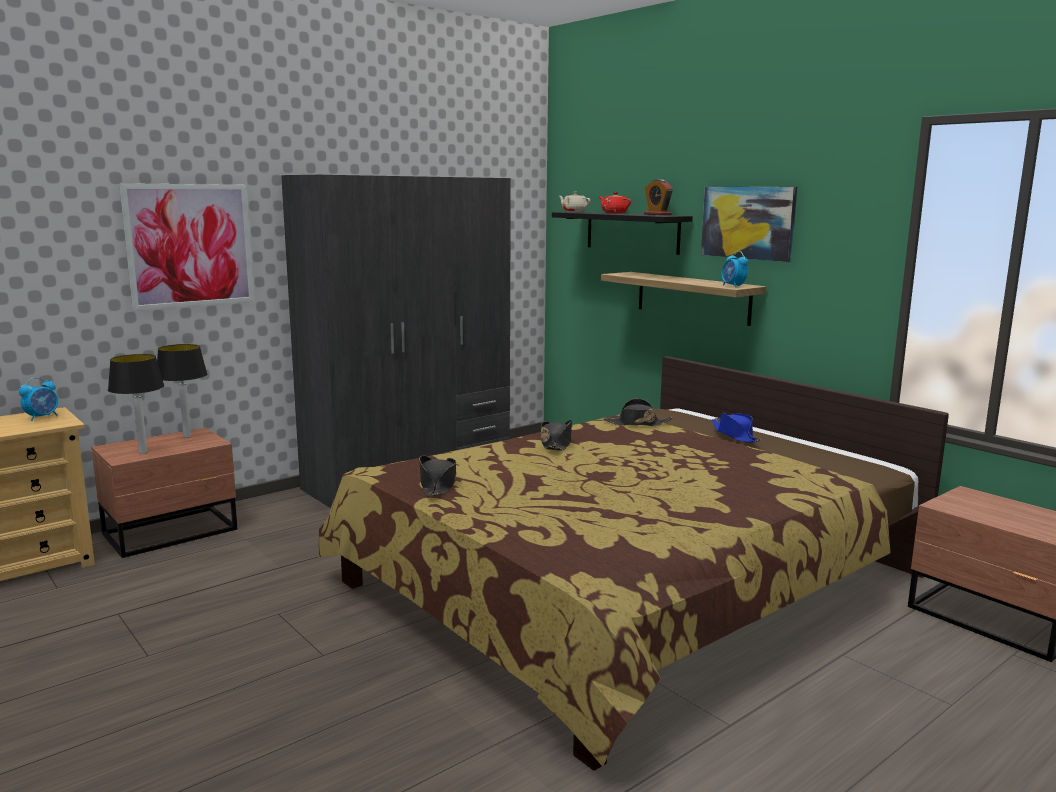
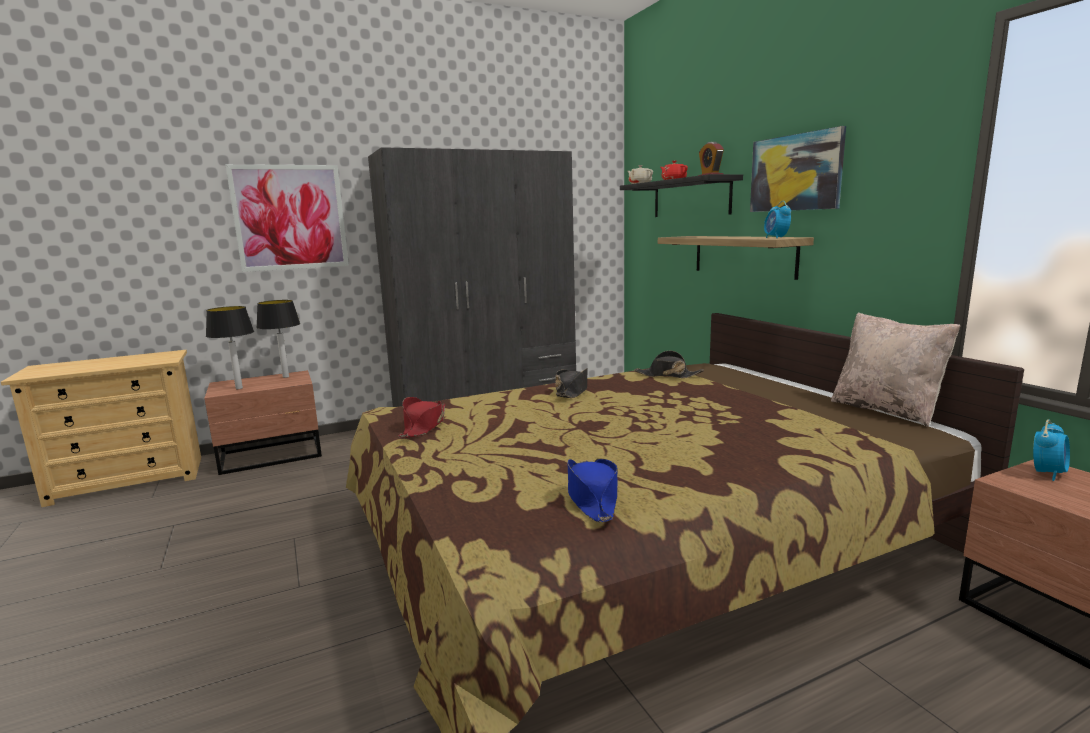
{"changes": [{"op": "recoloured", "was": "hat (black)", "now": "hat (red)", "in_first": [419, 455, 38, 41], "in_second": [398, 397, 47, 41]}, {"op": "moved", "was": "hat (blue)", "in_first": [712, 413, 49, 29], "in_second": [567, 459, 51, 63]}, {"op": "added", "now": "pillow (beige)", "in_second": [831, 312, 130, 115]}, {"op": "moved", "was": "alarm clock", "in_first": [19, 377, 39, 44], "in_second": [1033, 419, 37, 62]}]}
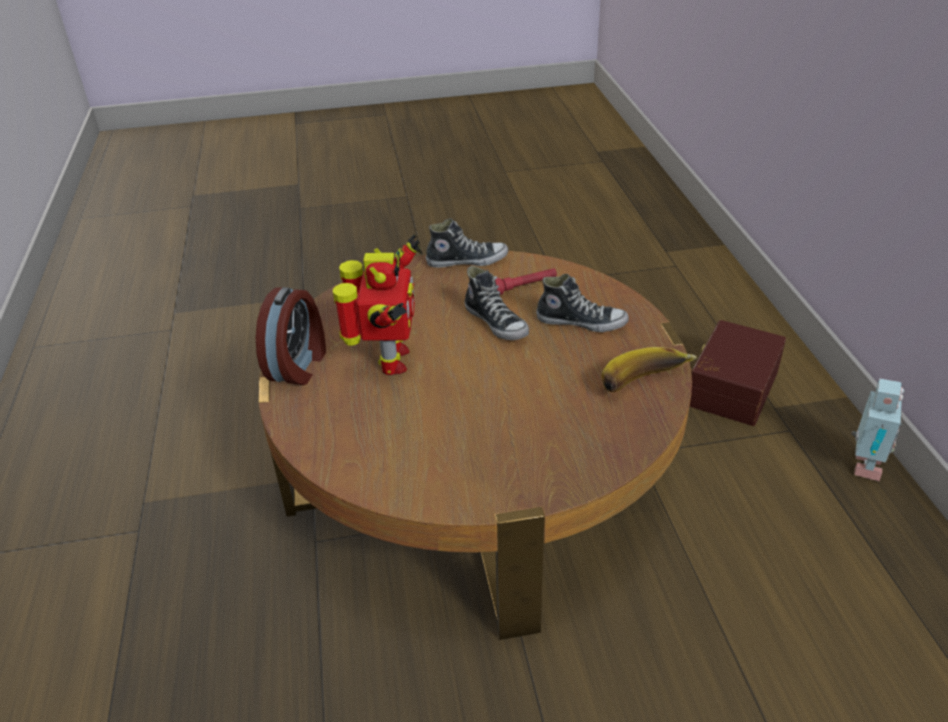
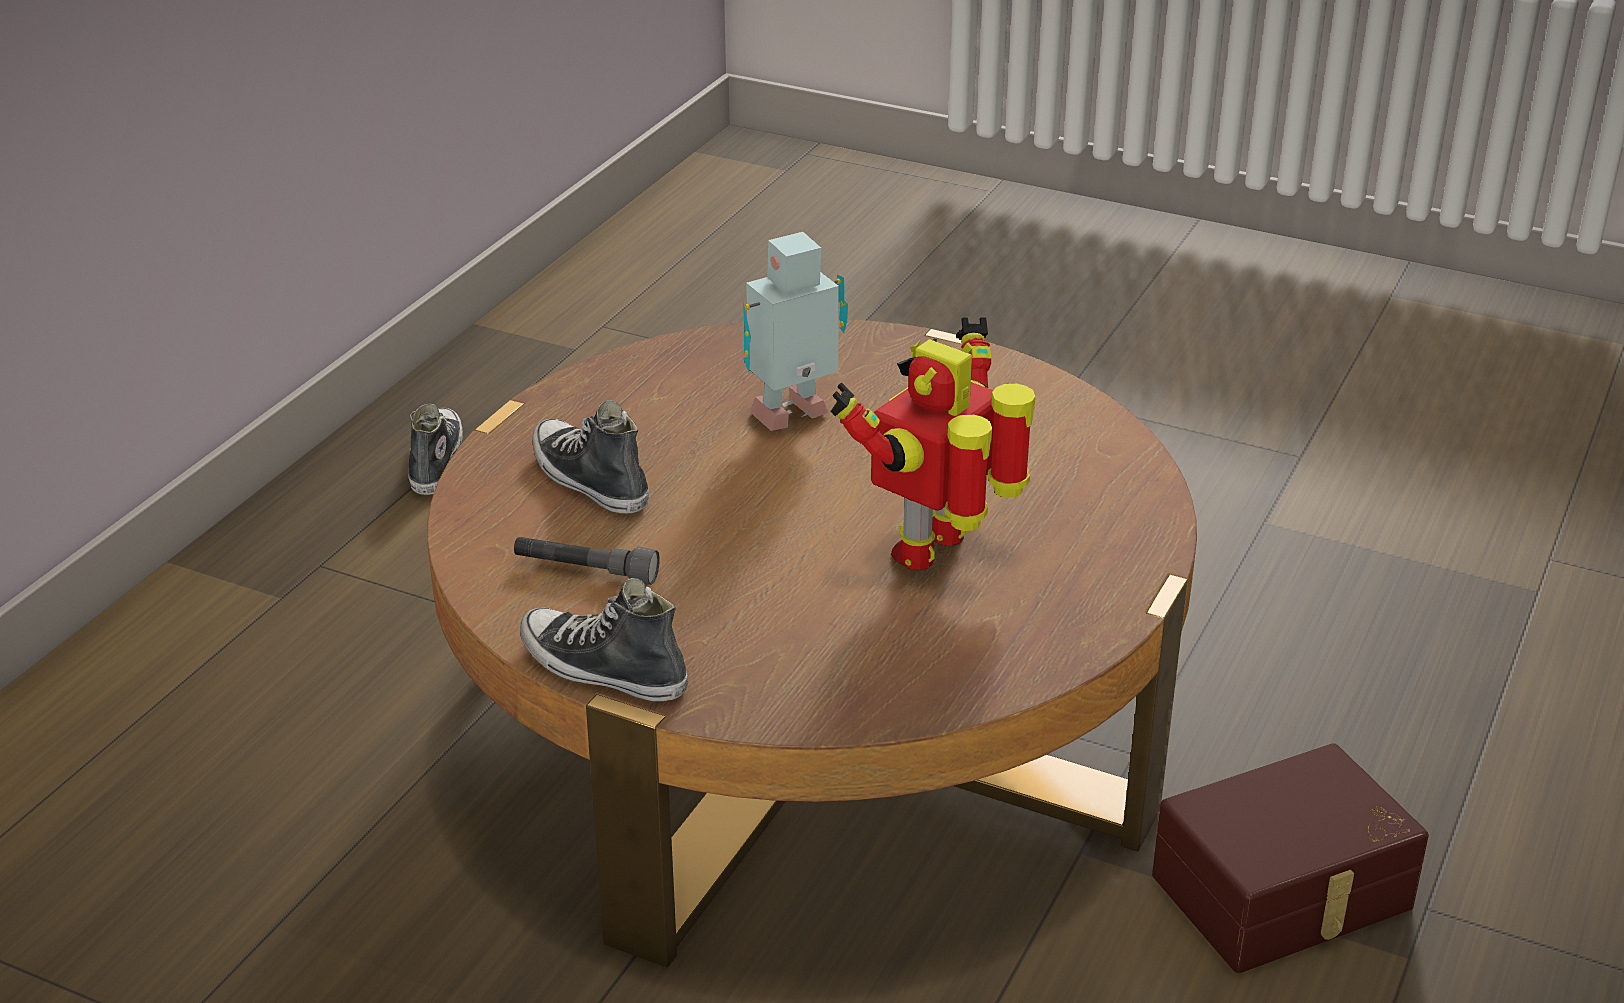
{"changes": [{"op": "moved", "was": "shoe", "in_first": [465, 266, 64, 74], "in_second": [408, 403, 55, 92]}, {"op": "recoloured", "was": "flashlight (red)", "now": "flashlight (grey)", "in_first": [495, 268, 62, 27], "in_second": [514, 537, 146, 48]}, {"op": "moved", "was": "toy robot", "in_first": [851, 378, 54, 103], "in_second": [743, 232, 105, 199]}, {"op": "moved", "was": "storage box (brown)", "in_first": [689, 320, 97, 106], "in_second": [1152, 743, 277, 230]}, {"op": "removed", "was": "alarm clock", "in_first": [256, 287, 70, 98]}, {"op": "removed", "was": "banana", "in_first": [602, 347, 96, 45]}]}
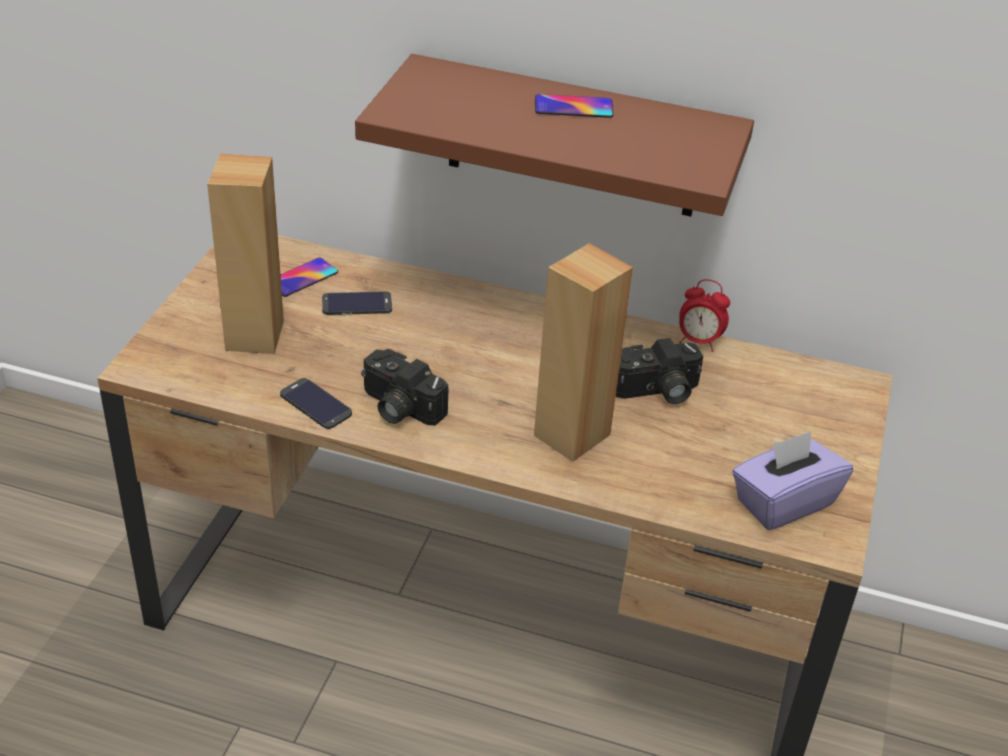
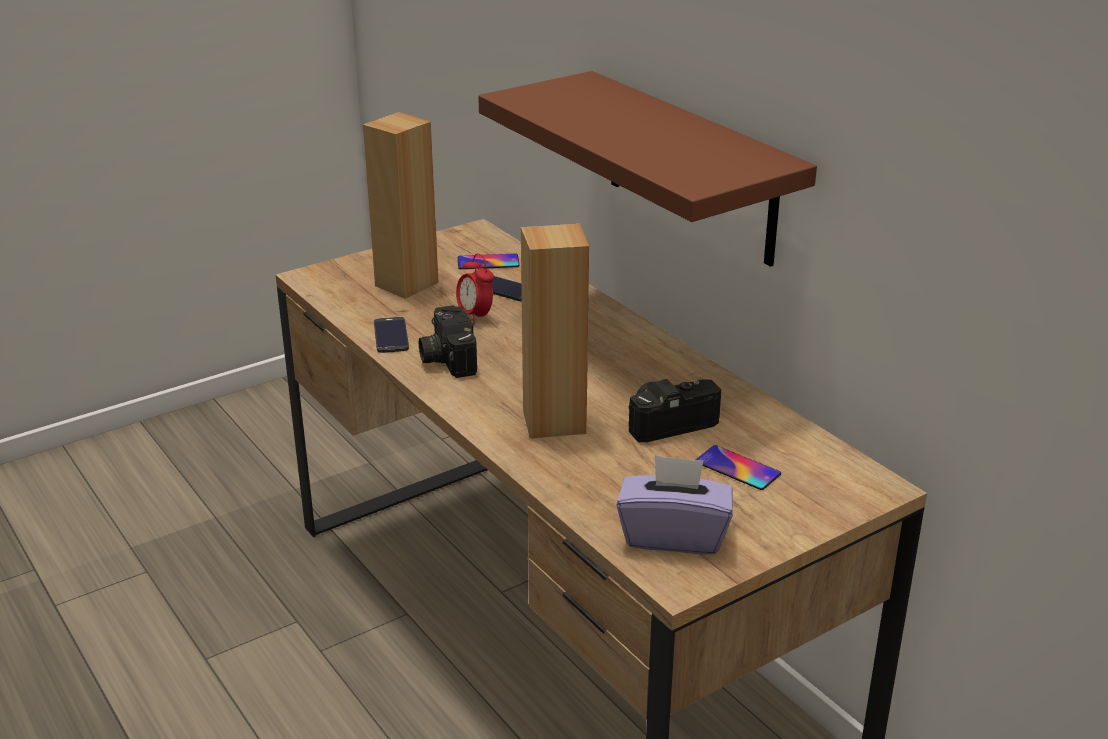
{"changes": [{"op": "moved", "was": "alarm clock", "in_first": [679, 279, 51, 73], "in_second": [456, 253, 38, 71]}, {"op": "turned", "was": "photo camera", "in_first": [616, 338, 87, 66], "in_second": [629, 379, 92, 63], "clockwise": 135}, {"op": "moved", "was": "phone", "in_first": [535, 94, 78, 24], "in_second": [695, 445, 86, 45]}]}
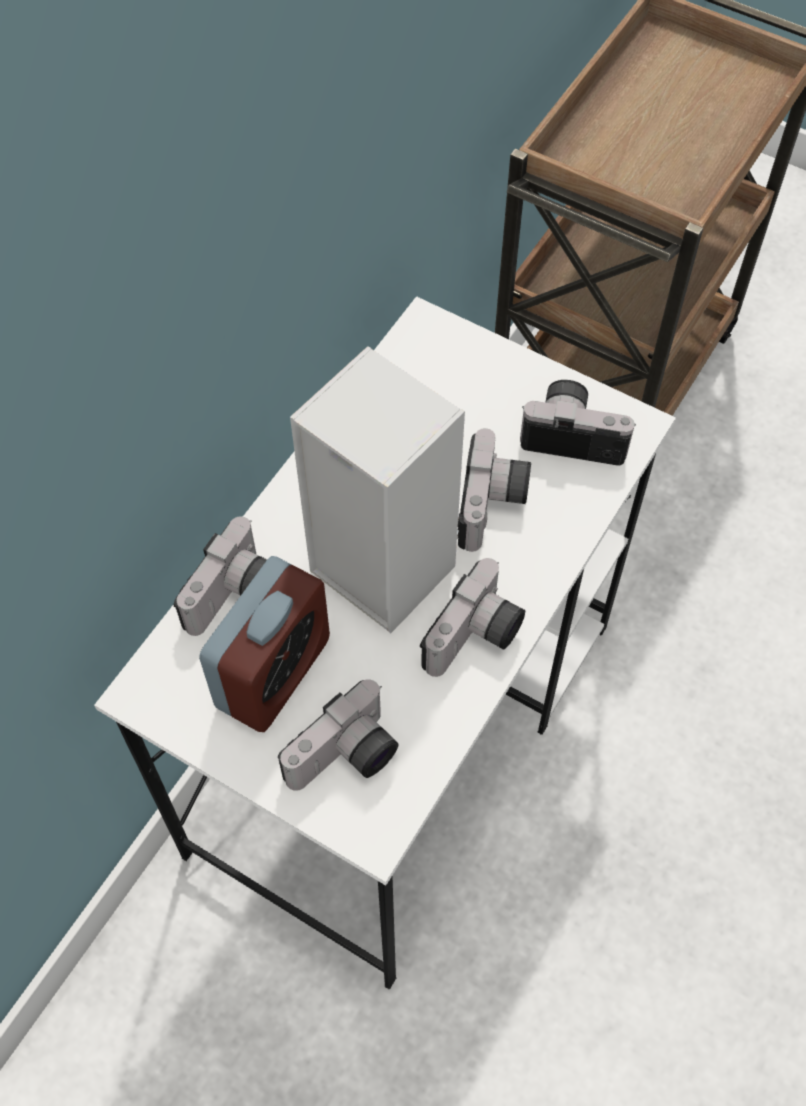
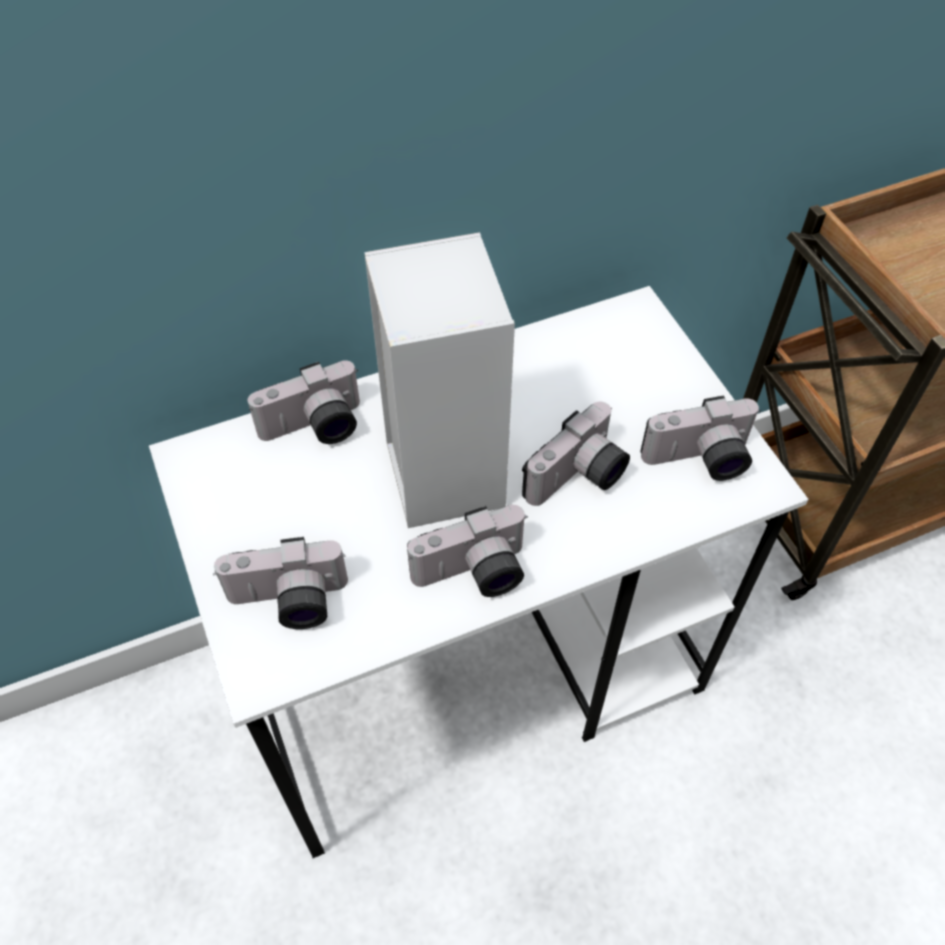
{"changes": [{"op": "turned", "was": "photo camera", "in_first": [520, 380, 116, 86], "in_second": [641, 395, 120, 86], "clockwise": 120}, {"op": "removed", "was": "alarm clock", "in_first": [199, 556, 131, 176]}]}
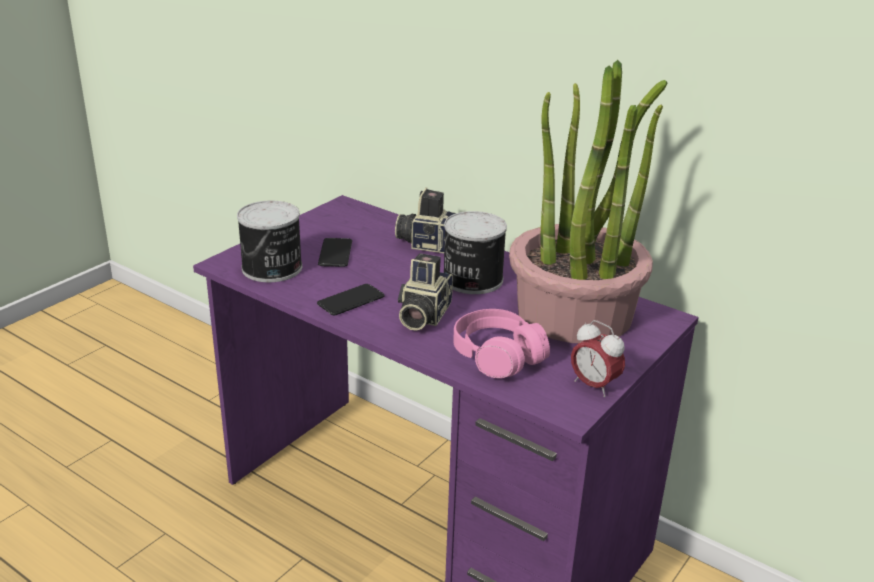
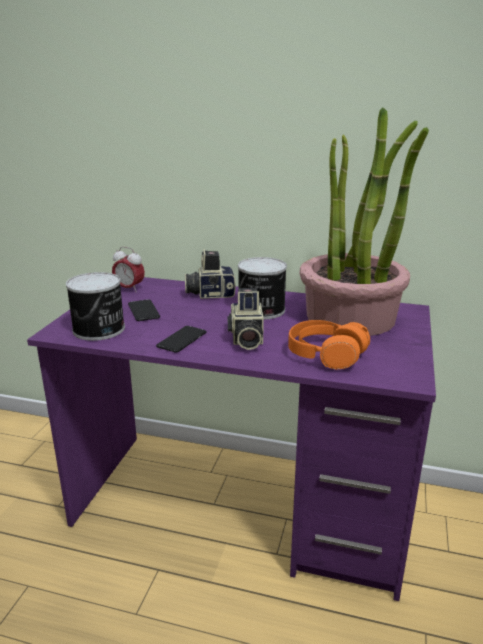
{"changes": [{"op": "moved", "was": "alarm clock", "in_first": [571, 320, 54, 77], "in_second": [112, 247, 33, 45]}, {"op": "recoloured", "was": "headphones (pink)", "now": "headphones (orange)", "in_first": [453, 309, 97, 69], "in_second": [288, 320, 82, 49]}]}
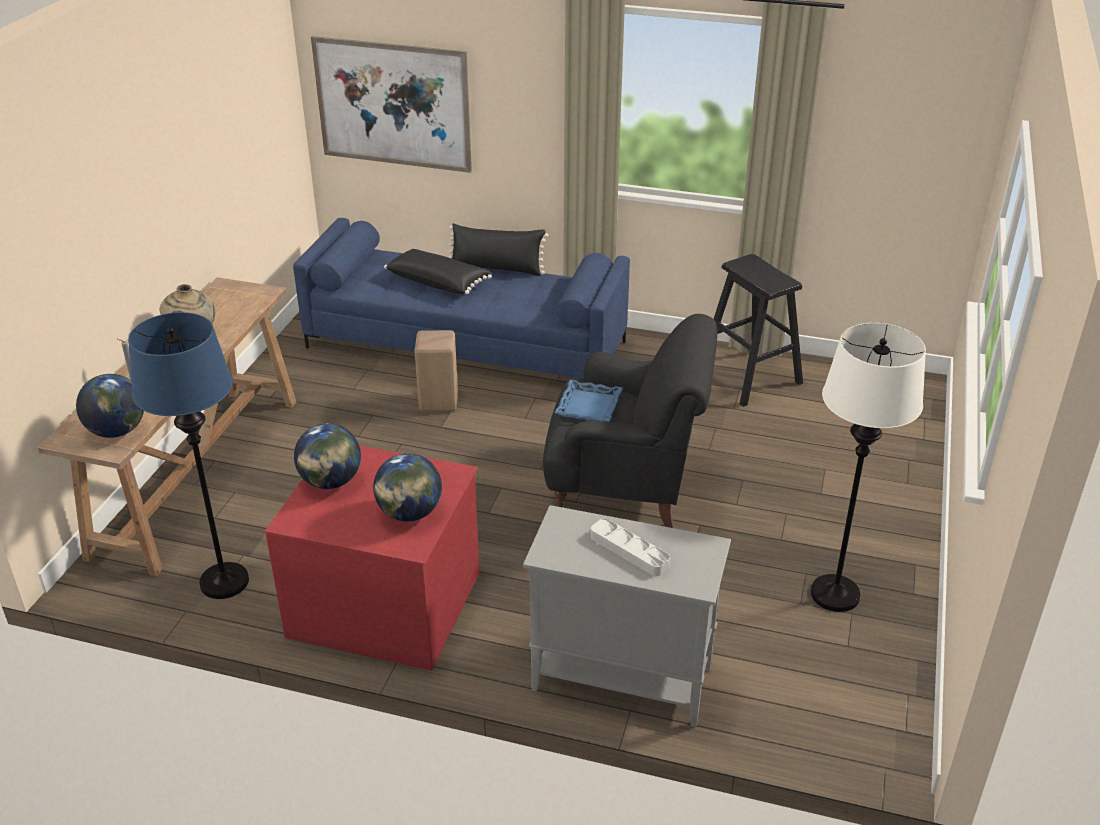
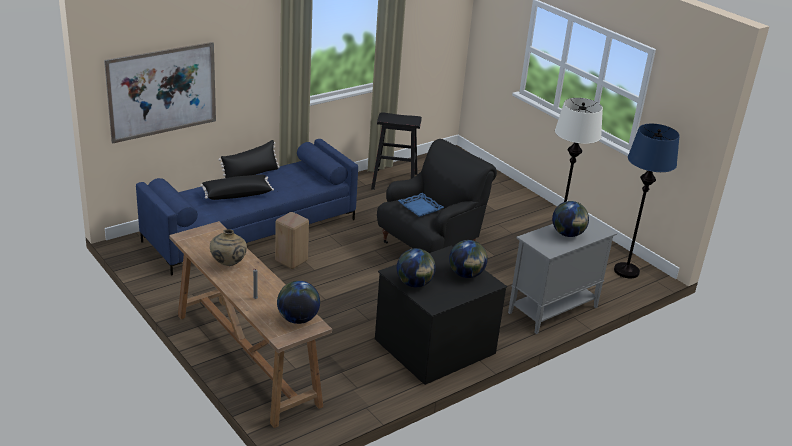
{"changes": [{"op": "recoloured", "was": "dresser (red)", "now": "dresser (black)", "in_first": [265, 445, 214, 226], "in_second": [375, 246, 132, 139]}, {"op": "replaced", "was": "tray (grey)", "now": "globe", "in_first": [591, 519, 79, 57], "in_second": [552, 201, 37, 36]}, {"op": "moved", "was": "floor lamp (blue)", "in_first": [128, 312, 121, 287], "in_second": [614, 124, 66, 154]}]}
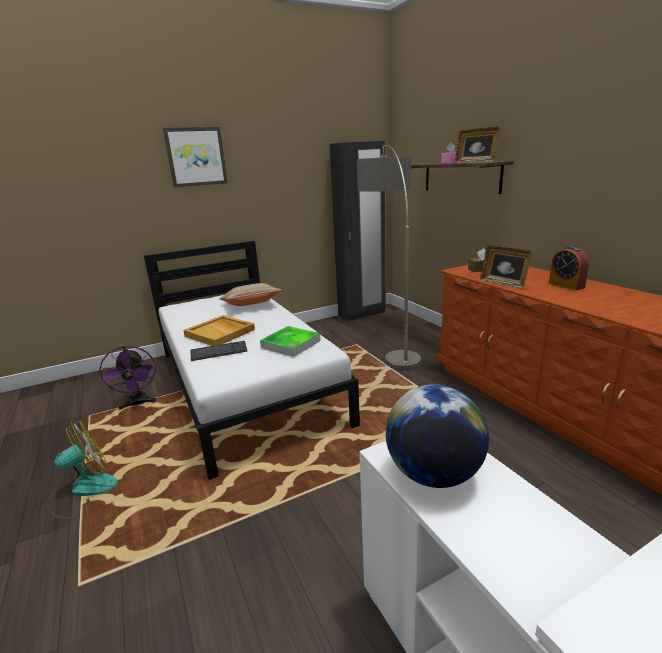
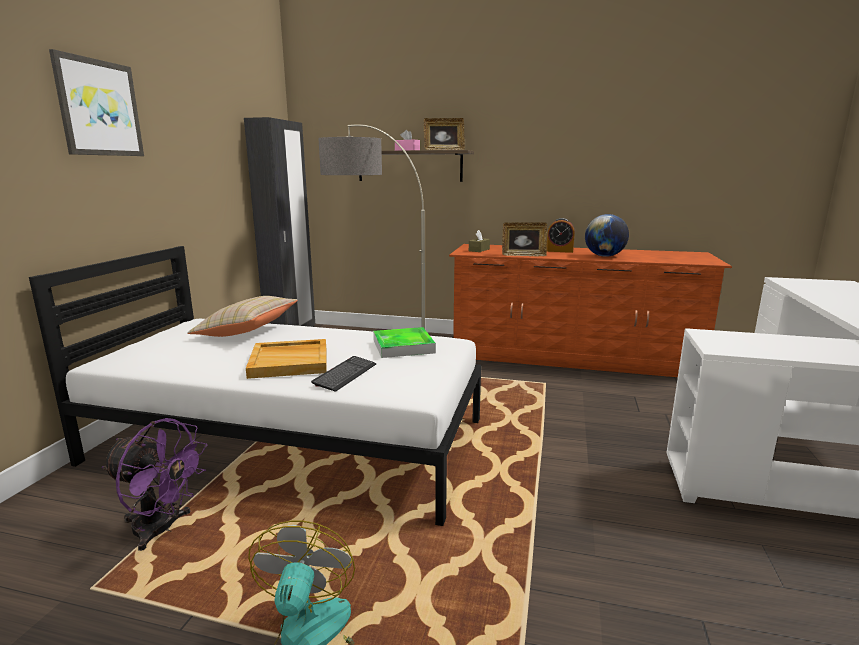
{"changes": [{"op": "moved", "was": "globe", "in_first": [386, 384, 103, 104], "in_second": [585, 214, 44, 43]}]}
